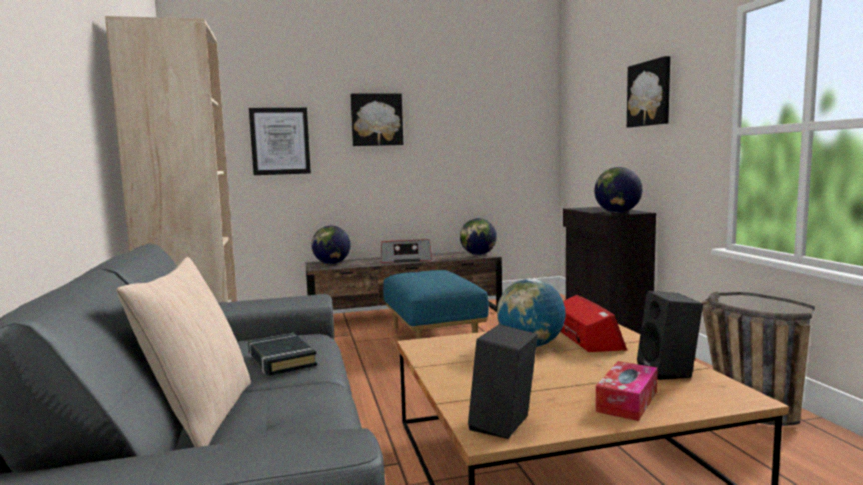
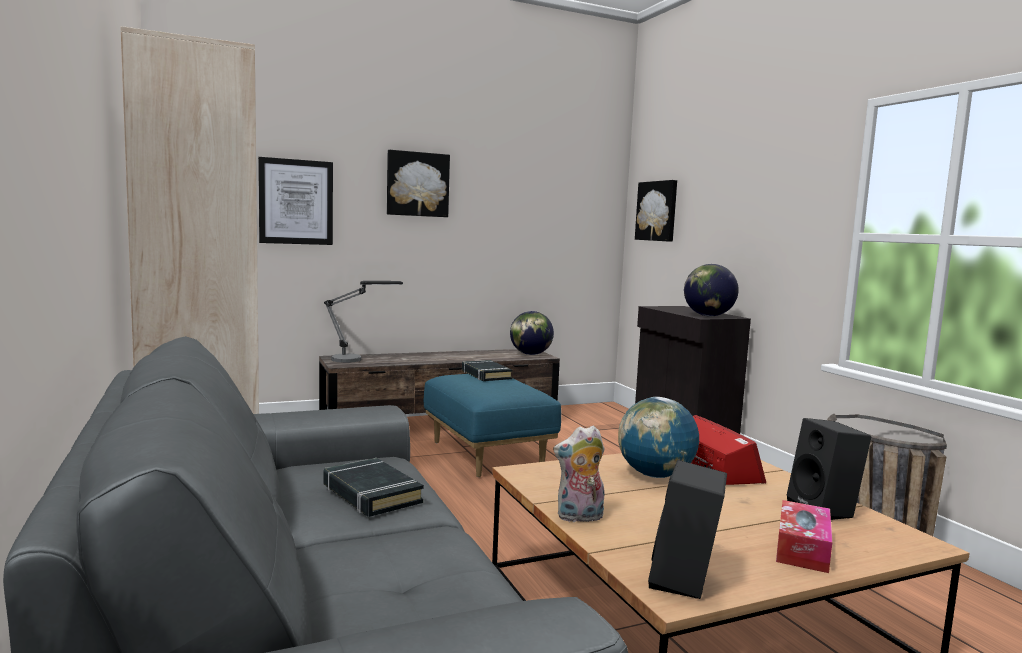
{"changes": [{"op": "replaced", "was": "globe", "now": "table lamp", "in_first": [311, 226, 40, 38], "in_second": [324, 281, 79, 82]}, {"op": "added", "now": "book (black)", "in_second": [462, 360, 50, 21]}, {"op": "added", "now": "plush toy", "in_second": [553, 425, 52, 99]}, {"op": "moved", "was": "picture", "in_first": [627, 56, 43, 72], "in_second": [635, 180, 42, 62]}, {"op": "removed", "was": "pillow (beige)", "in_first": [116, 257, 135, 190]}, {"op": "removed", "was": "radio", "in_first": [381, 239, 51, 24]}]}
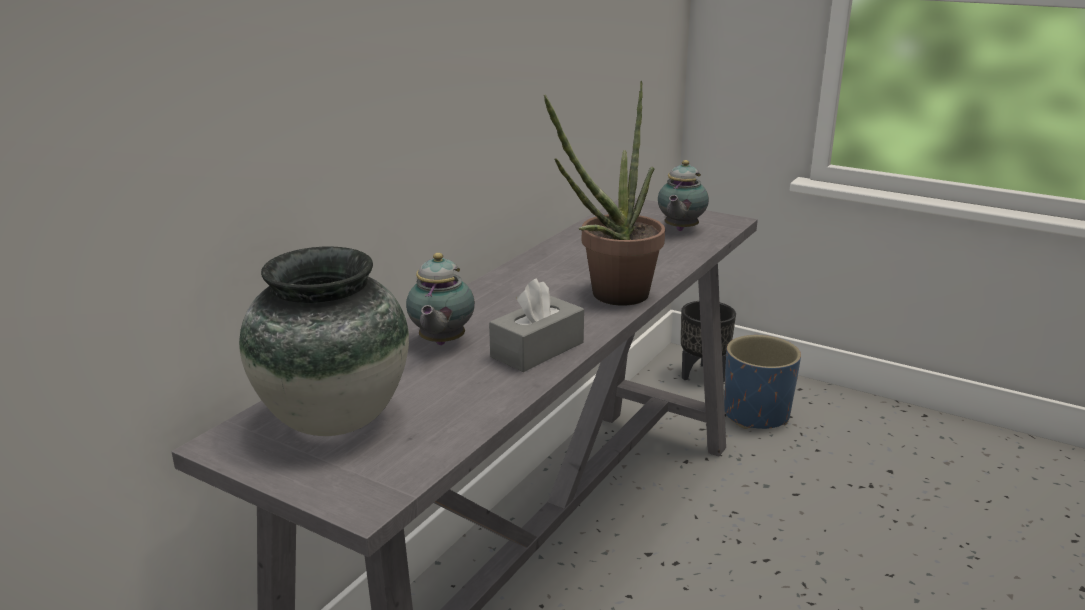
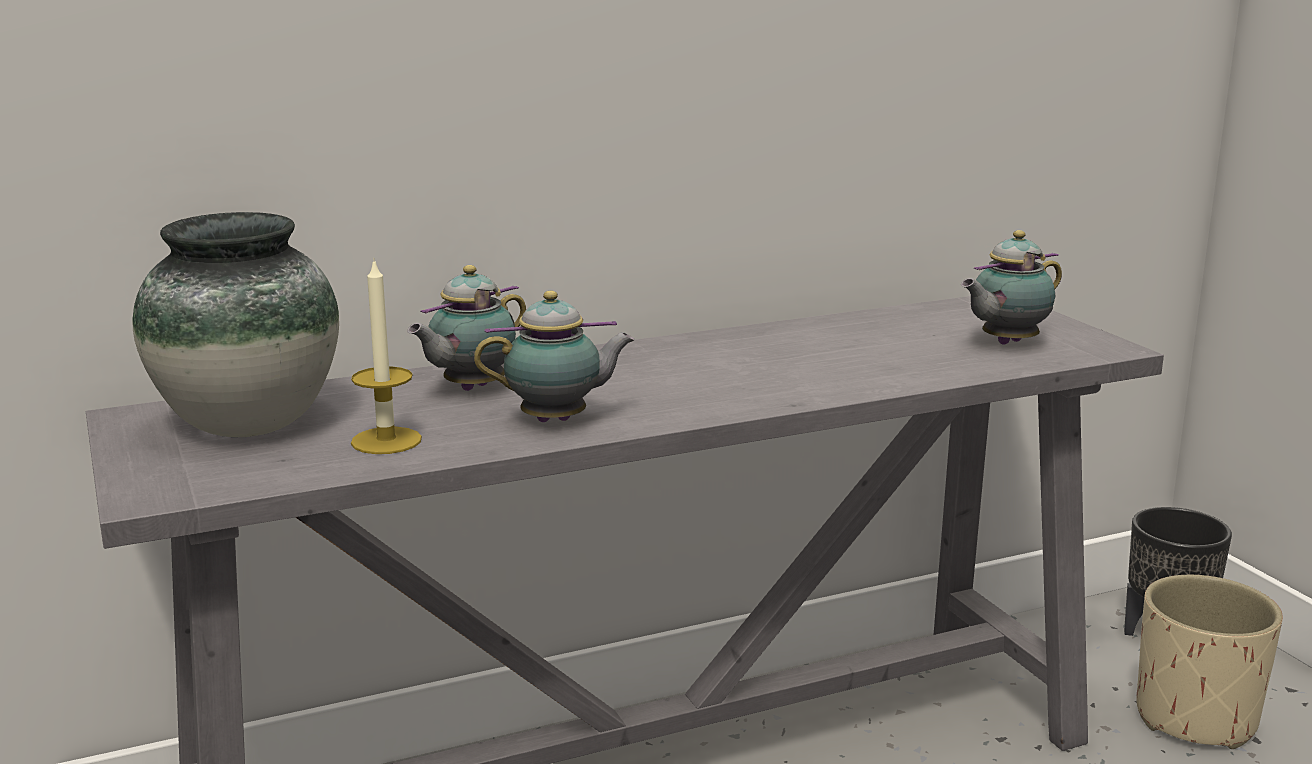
{"changes": [{"op": "added", "now": "candle", "in_second": [351, 258, 71, 196]}, {"op": "replaced", "was": "tissue box (grey)", "now": "teapot", "in_first": [489, 278, 95, 94], "in_second": [474, 291, 161, 131]}, {"op": "recoloured", "was": "planter (blue)", "now": "planter (beige)", "in_first": [724, 335, 77, 94], "in_second": [1136, 575, 147, 174]}, {"op": "removed", "was": "potted plant", "in_first": [544, 81, 121, 225]}]}
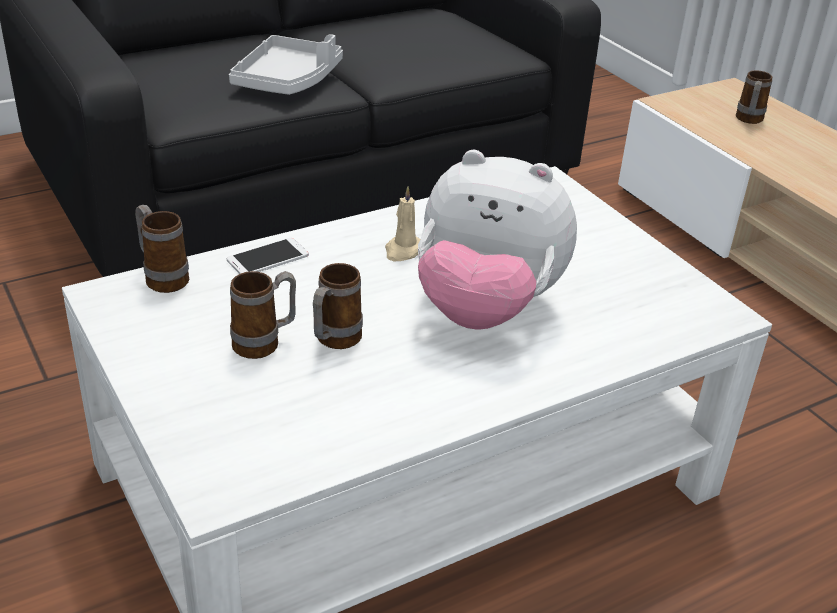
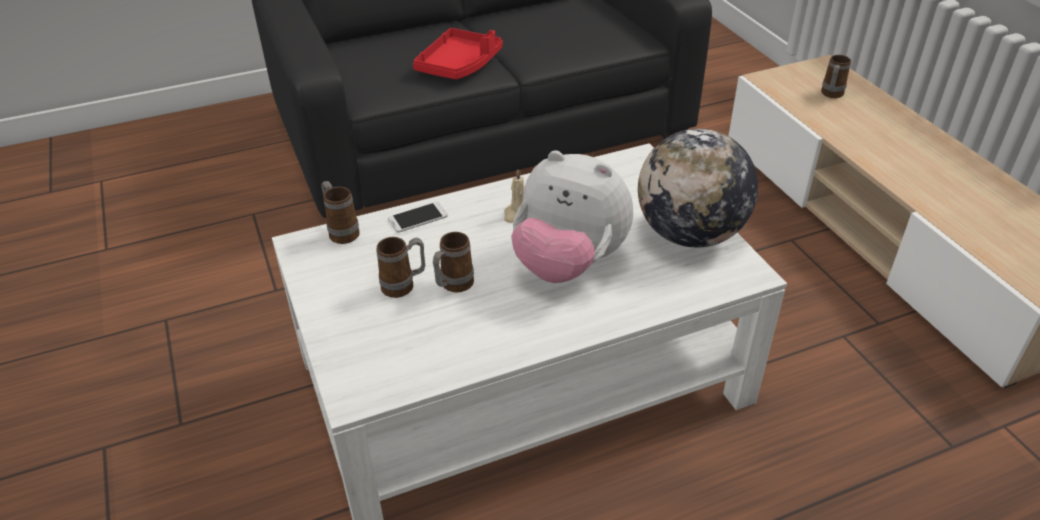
{"changes": [{"op": "recoloured", "was": "tray (grey)", "now": "tray (red)", "in_first": [229, 34, 114, 61], "in_second": [413, 28, 90, 51]}, {"op": "added", "now": "globe", "in_second": [638, 129, 120, 119]}]}
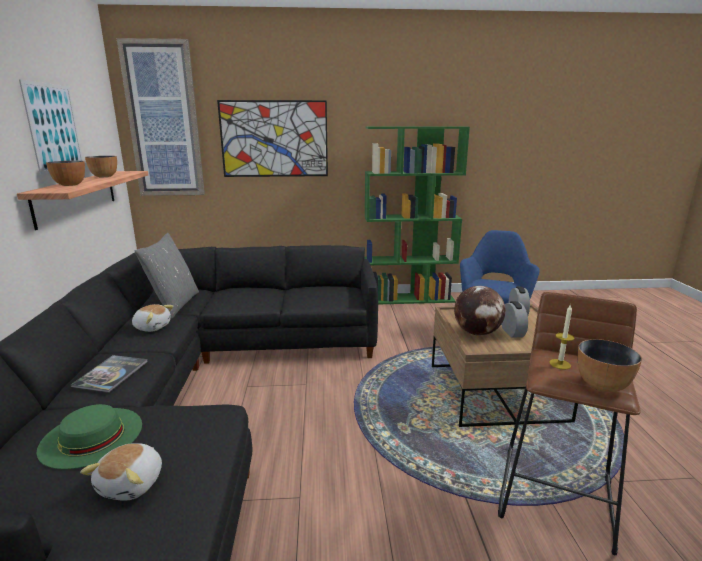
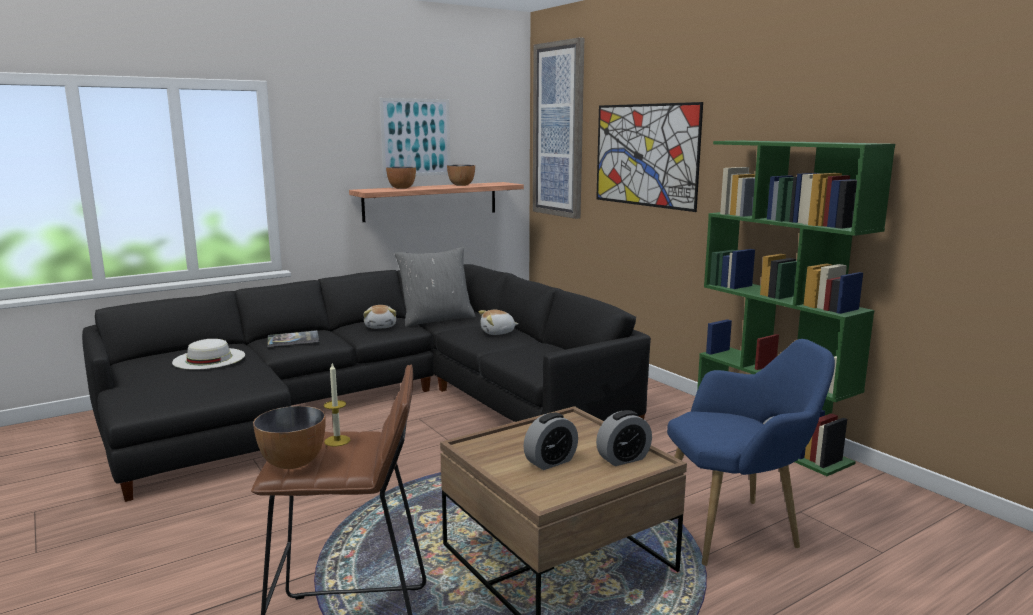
{"changes": [{"op": "recoloured", "was": "hat (green)", "now": "hat (white)", "in_first": [37, 404, 105, 65], "in_second": [172, 339, 73, 31]}, {"op": "moved", "was": "plush toy", "in_first": [80, 443, 82, 58], "in_second": [479, 310, 40, 25]}, {"op": "removed", "was": "globe", "in_first": [454, 286, 52, 50]}]}
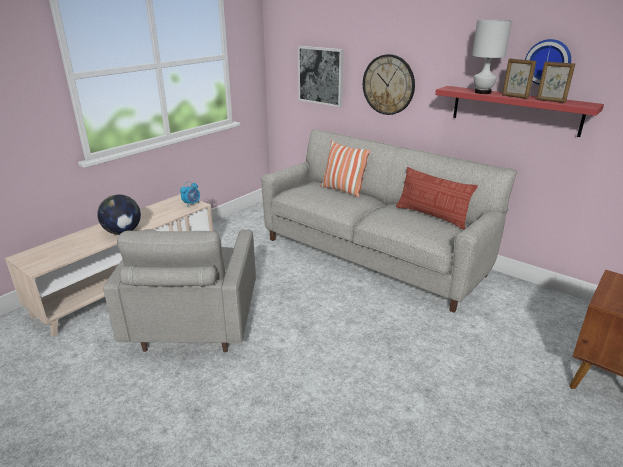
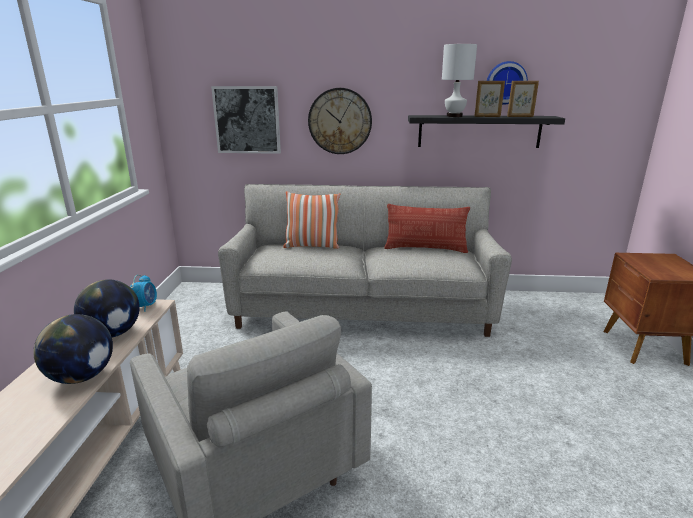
{"changes": [{"op": "added", "now": "globe", "in_second": [74, 279, 66, 59]}, {"op": "recoloured", "was": "shelf (red)", "now": "shelf (black)", "in_first": [435, 86, 169, 51], "in_second": [408, 115, 157, 33]}]}
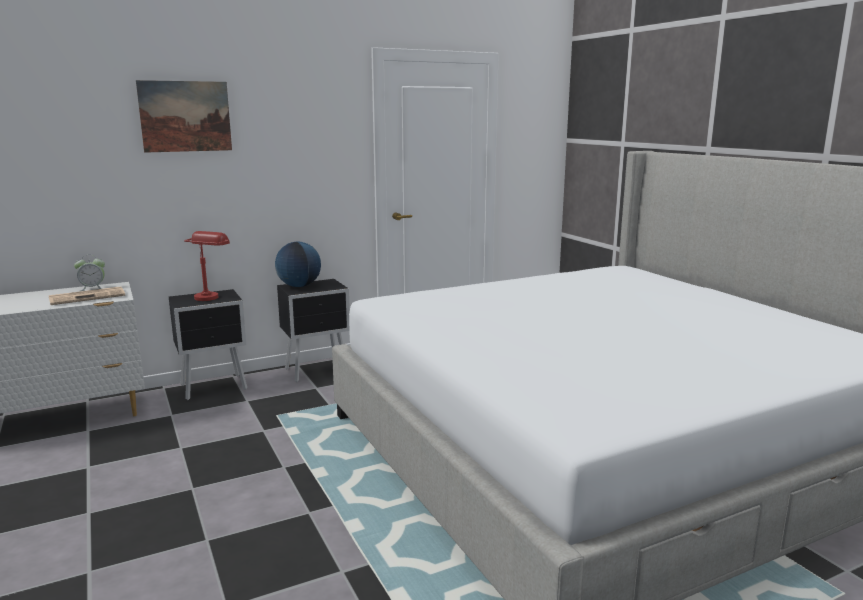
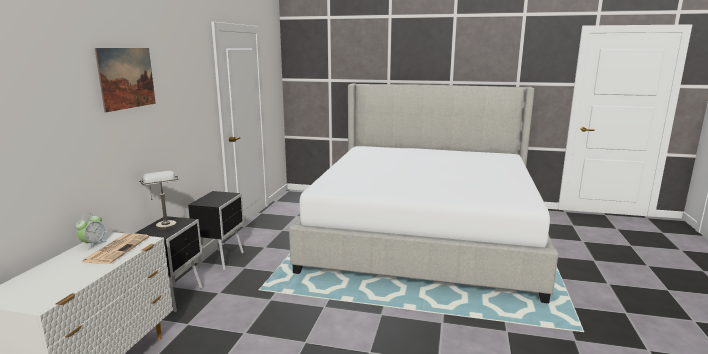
{"changes": [{"op": "recoloured", "was": "table lamp (red)", "now": "table lamp (grey)", "in_first": [184, 231, 46, 70], "in_second": [139, 171, 40, 59]}, {"op": "removed", "was": "globe", "in_first": [275, 242, 46, 45]}]}
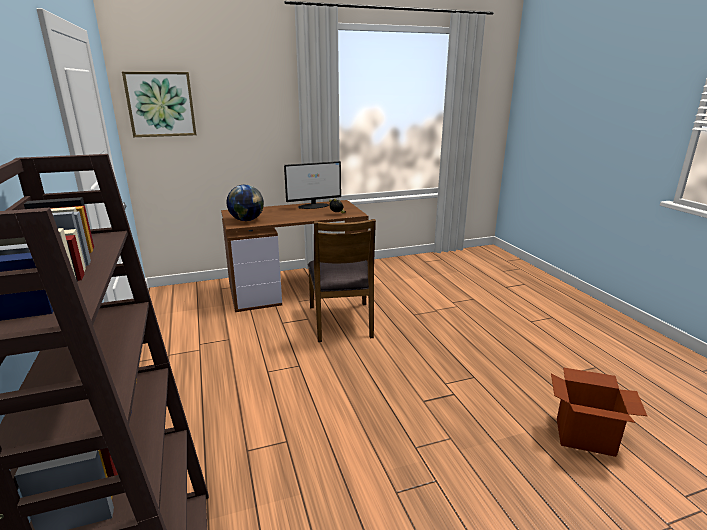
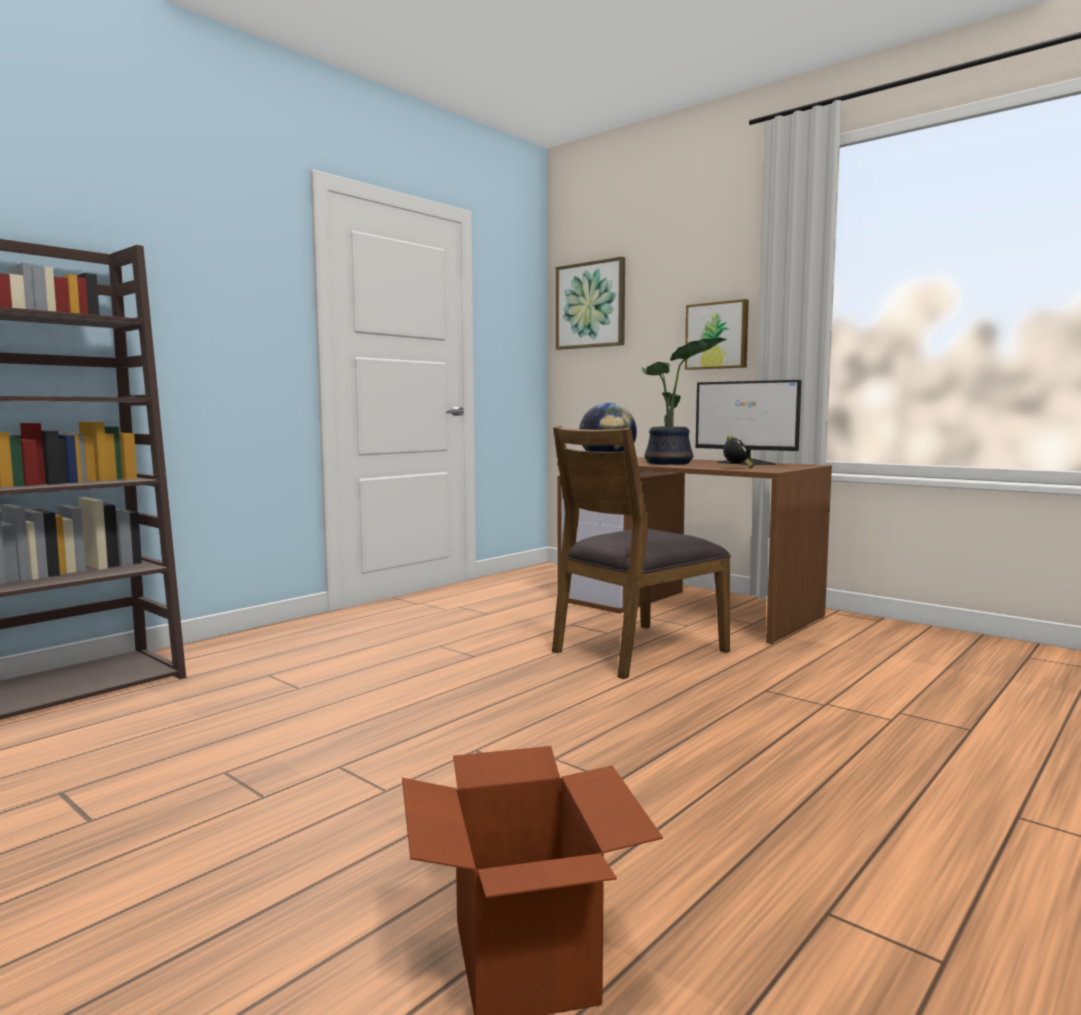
{"changes": [{"op": "added", "now": "potted plant", "in_second": [642, 337, 85, 128]}, {"op": "added", "now": "picture", "in_second": [685, 299, 64, 71]}]}
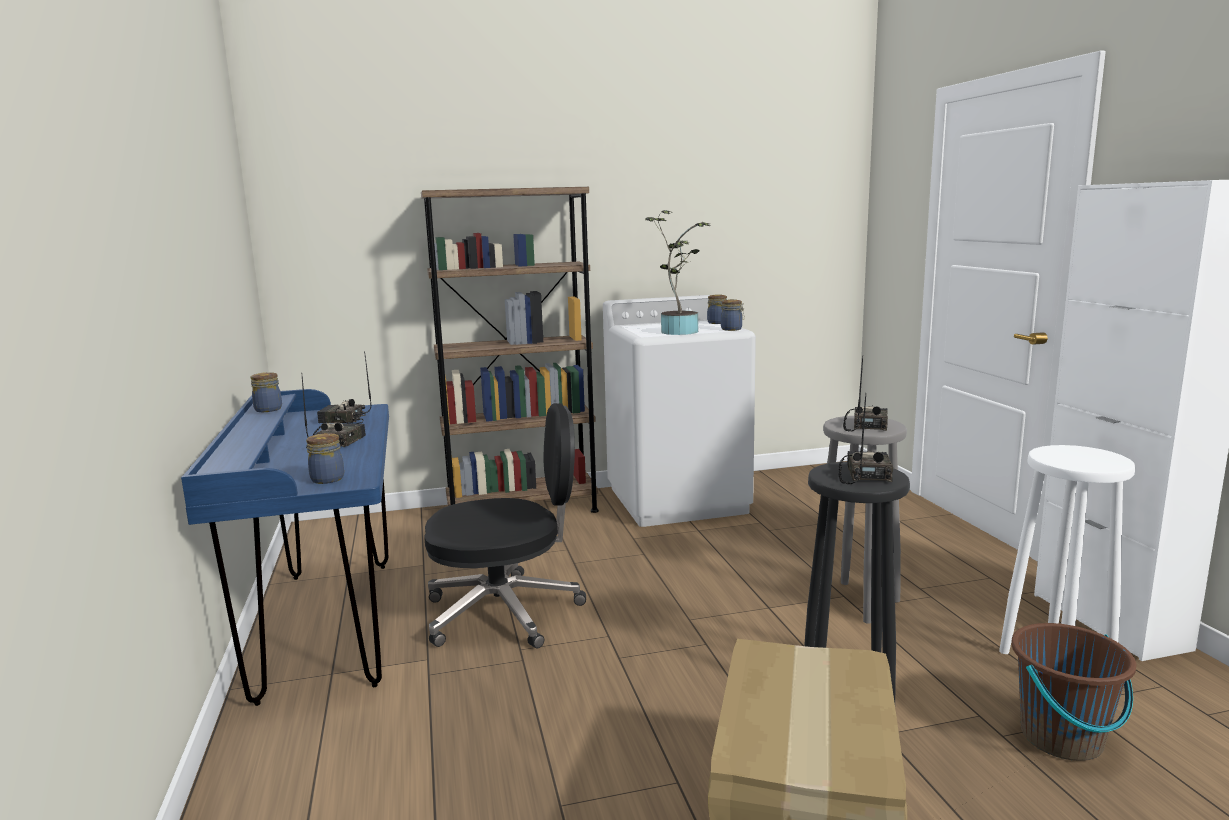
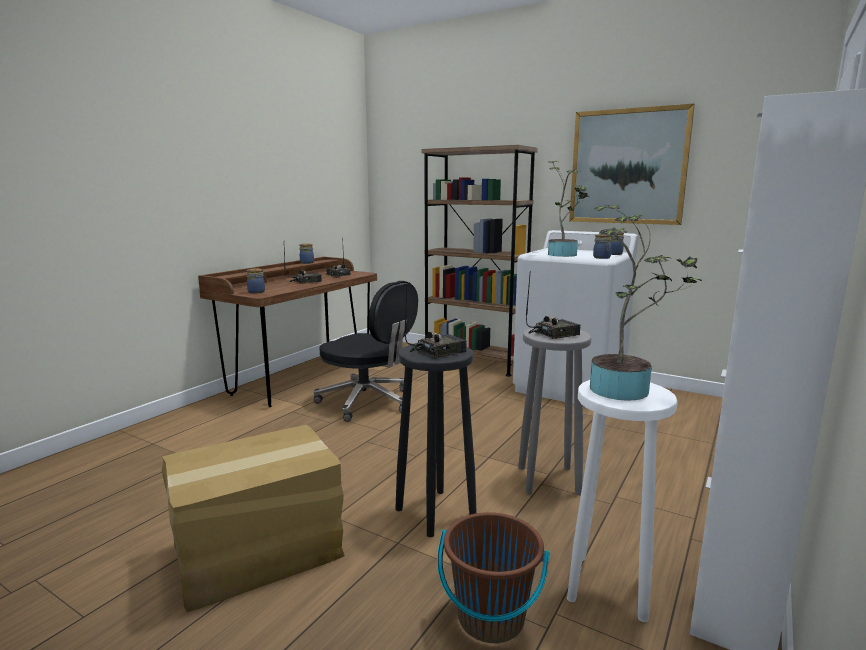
{"changes": [{"op": "recoloured", "was": "desk (blue)", "now": "desk (brown)", "in_first": [181, 389, 208, 317], "in_second": [198, 257, 179, 150]}, {"op": "added", "now": "picture", "in_second": [569, 104, 126, 121]}, {"op": "added", "now": "potted plant", "in_second": [590, 205, 111, 196]}]}
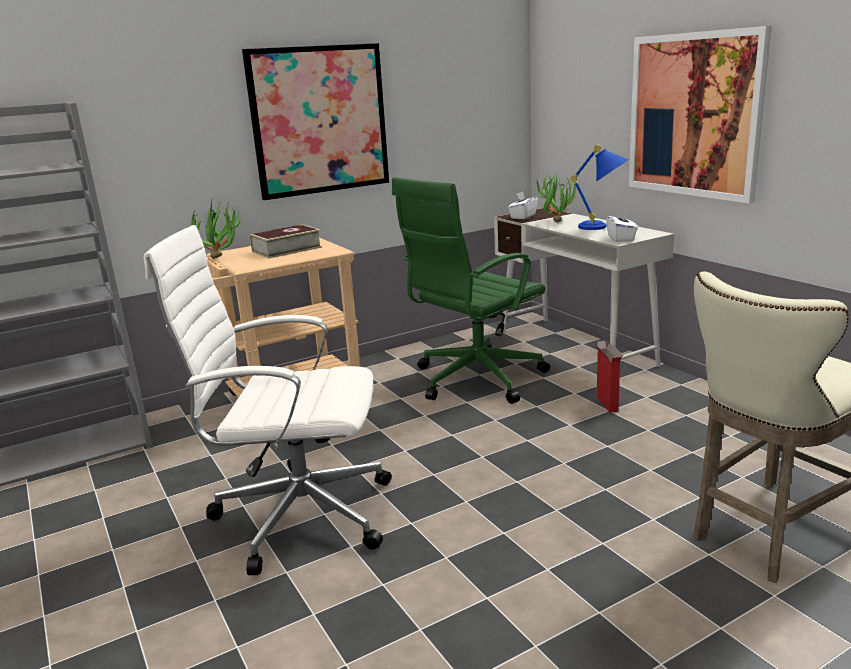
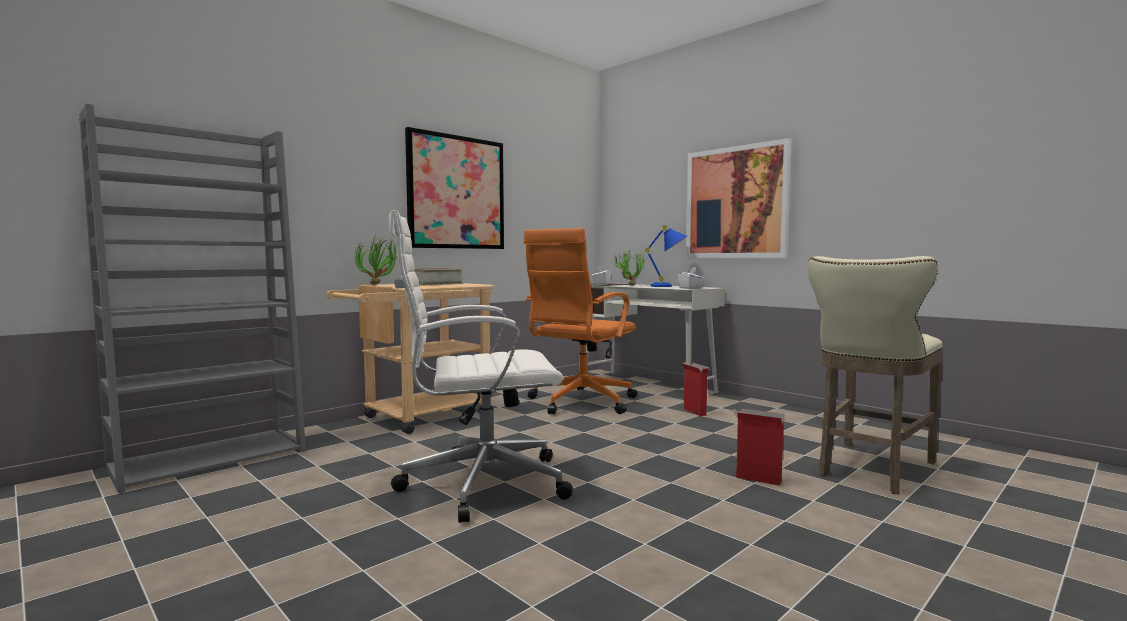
{"changes": [{"op": "recoloured", "was": "office chair (green)", "now": "office chair (orange)", "in_first": [392, 177, 158, 227], "in_second": [524, 228, 113, 187]}, {"op": "added", "now": "cardboard box", "in_second": [733, 408, 55, 78]}]}
